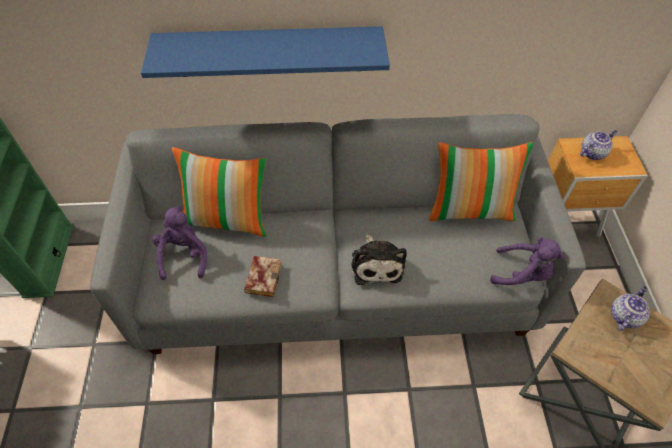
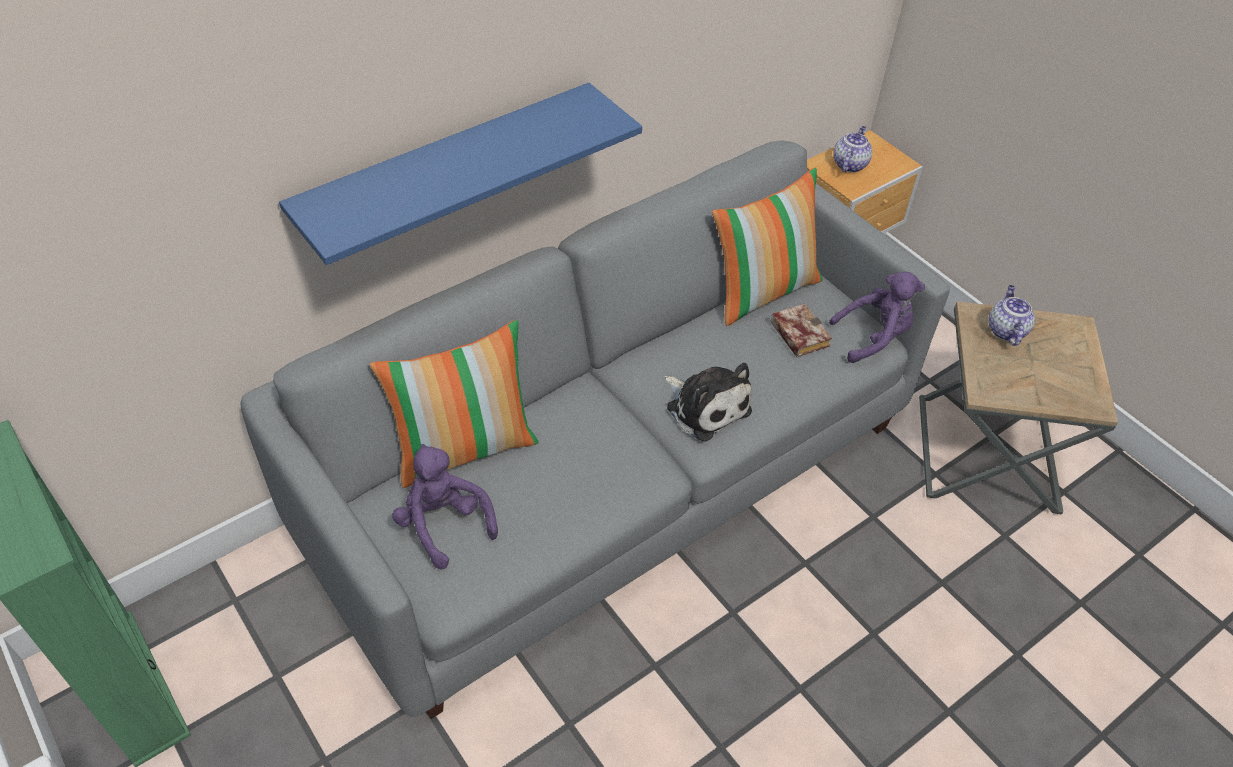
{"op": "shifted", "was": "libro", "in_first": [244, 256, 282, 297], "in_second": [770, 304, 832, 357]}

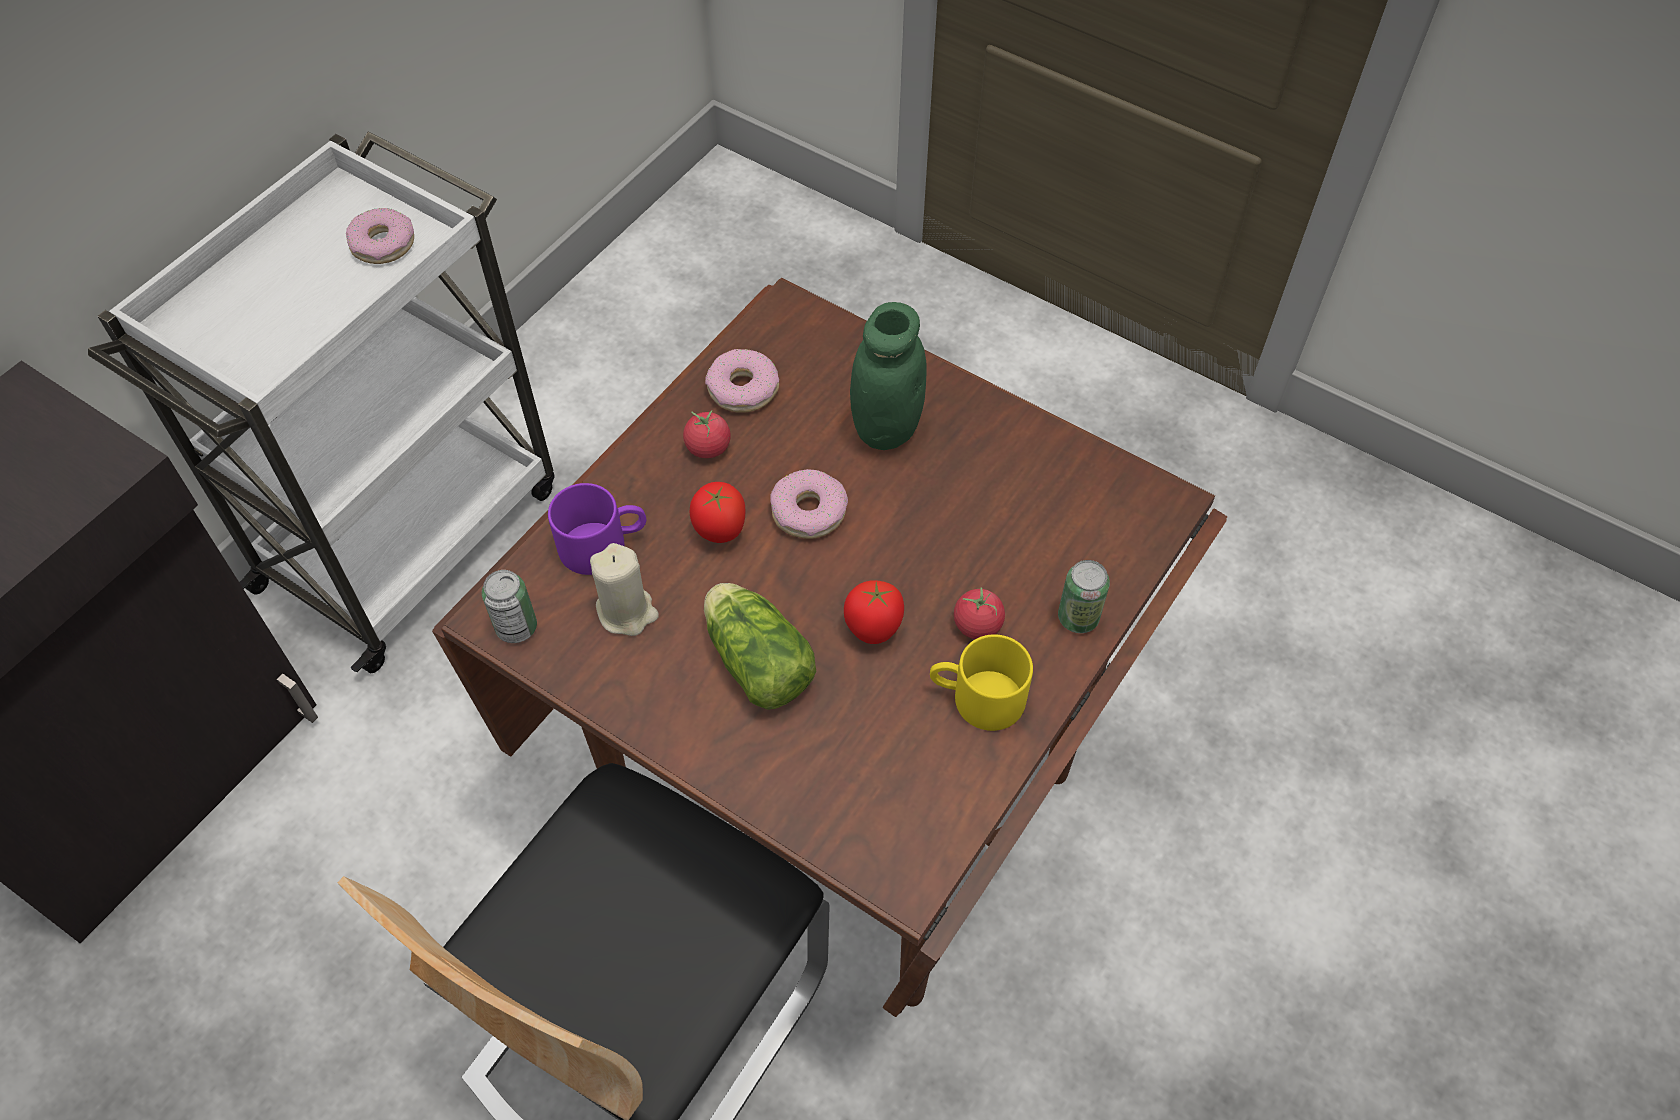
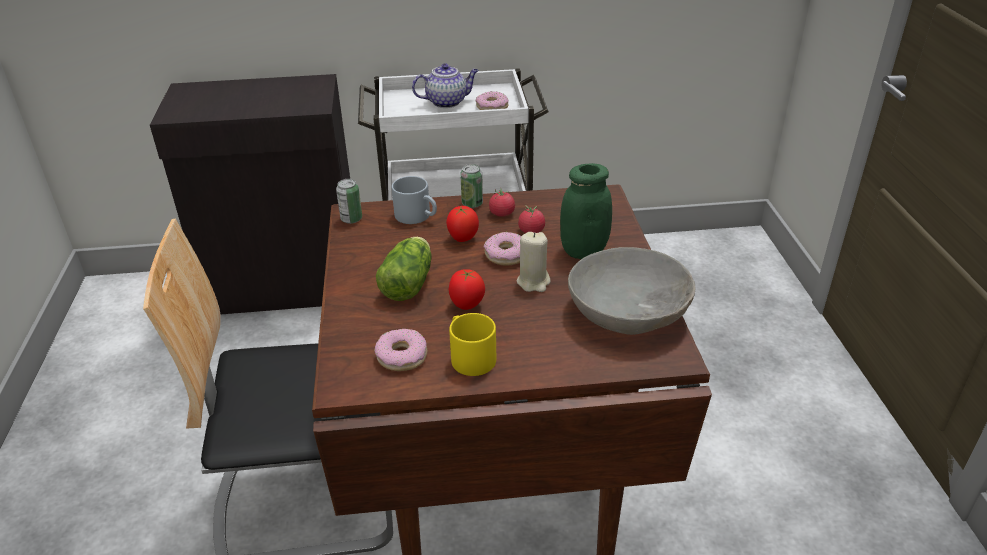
{"op": "shifted", "was": "rosquilla", "in_first": [705, 349, 779, 413], "in_second": [374, 329, 427, 371]}
{"op": "repainted", "was": "taza grande/morado", "now": "taza grande/gris", "in_first": [548, 483, 646, 575], "in_second": [392, 176, 437, 224]}
{"op": "shifted", "was": "vela/beis", "in_first": [590, 543, 659, 636], "in_second": [517, 232, 551, 292]}
{"op": "shifted", "was": "lata", "in_first": [1058, 560, 1110, 633], "in_second": [460, 164, 483, 208]}
{"op": "shifted", "was": "tomate", "in_first": [954, 587, 1005, 639], "in_second": [518, 205, 545, 233]}
{"op": "new", "now": "tetera", "in_second": [412, 63, 479, 108]}
{"op": "new", "now": "cuenco/gris", "in_second": [568, 247, 696, 335]}

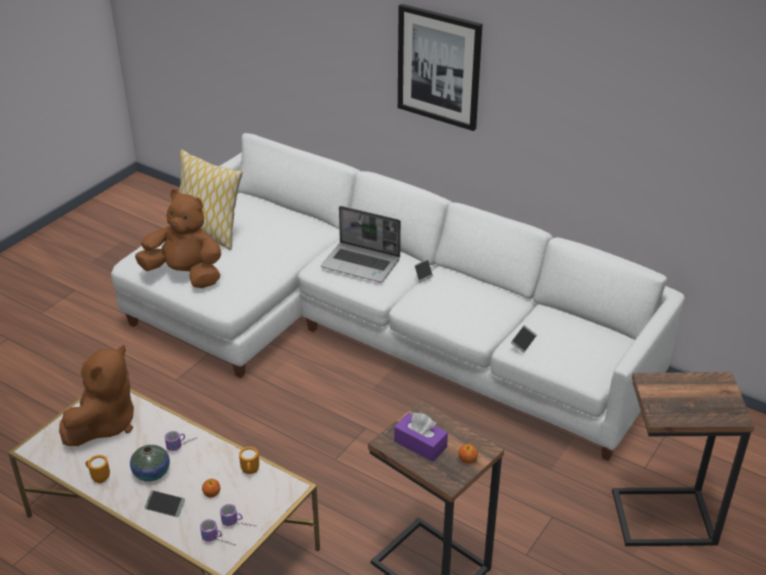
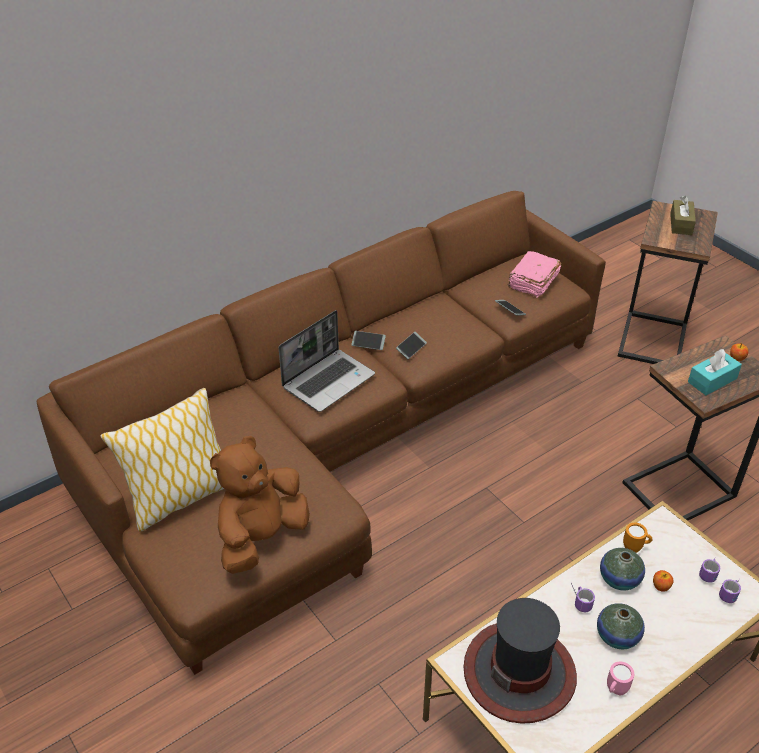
{"op": "gone", "was": "cuadro", "in_first": [398, 4, 482, 131]}
{"op": "repainted", "was": "sofá/blanco", "now": "sofá/marrón", "in_first": [111, 133, 685, 461], "in_second": [37, 191, 606, 675]}
{"op": "swapped", "was": "peluche/marrón", "now": "sombrero", "in_first": [59, 345, 134, 446], "in_second": [463, 598, 577, 724]}
{"op": "repainted", "was": "caja de pañuelos/morado", "now": "caja de pañuelos/turquesa", "in_first": [394, 412, 448, 462], "in_second": [688, 349, 742, 395]}
{"op": "repainted", "was": "taza grande/naranja", "now": "taza grande/rosa", "in_first": [85, 455, 110, 483], "in_second": [607, 662, 634, 695]}
{"op": "shifted", "was": "móvil", "in_first": [144, 490, 185, 517], "in_second": [396, 332, 427, 359]}
{"op": "new", "now": "caja de pañuelos/marrón", "in_second": [670, 196, 696, 235]}
{"op": "new", "now": "libro/rosa", "in_second": [508, 251, 561, 298]}
{"op": "new", "now": "florero", "in_second": [600, 548, 645, 590]}

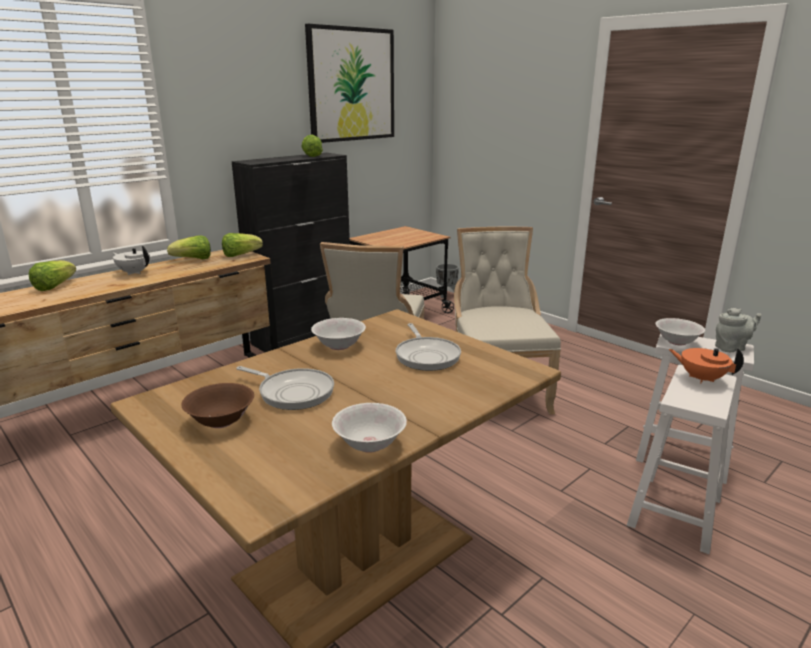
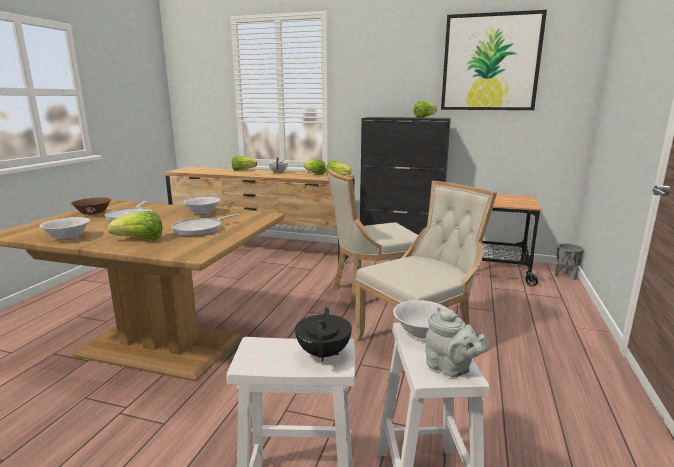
{"op": "repainted", "was": "tetera/naranja", "now": "tetera/negro", "in_first": [669, 348, 744, 383], "in_second": [295, 308, 352, 361]}
{"op": "new", "now": "lechuga", "in_second": [108, 211, 163, 240]}

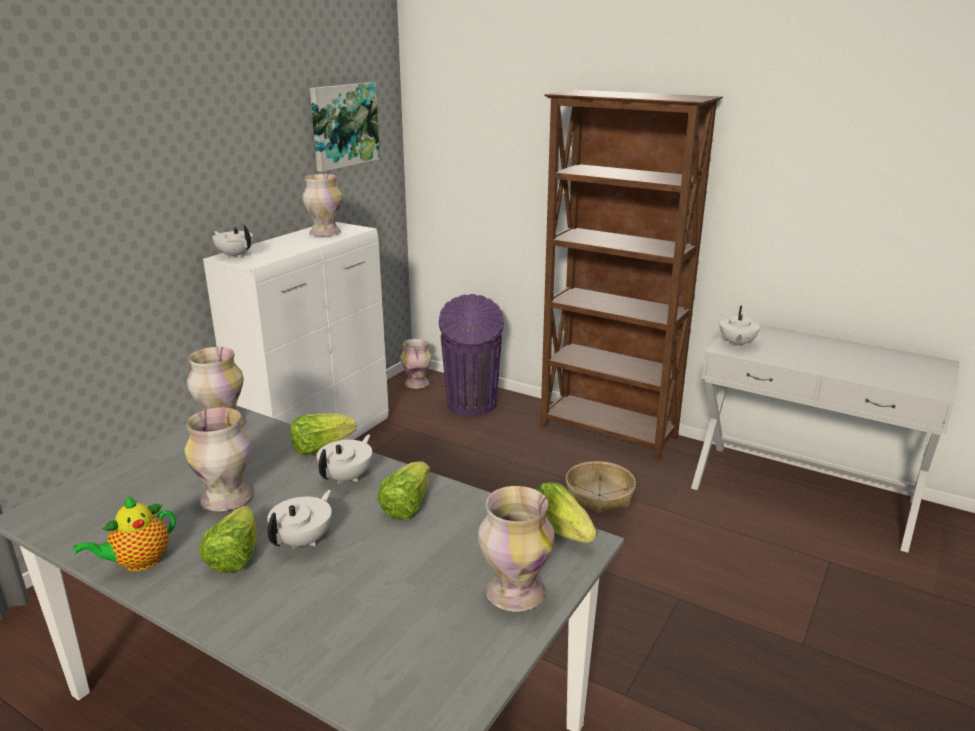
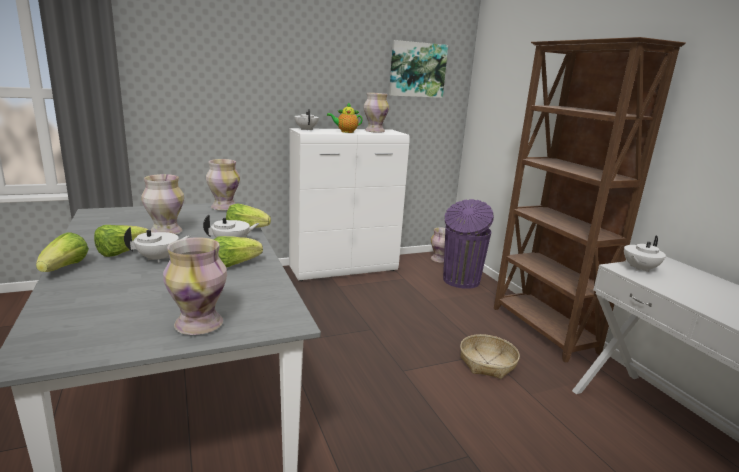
{"op": "shifted", "was": "lechuga", "in_first": [536, 482, 596, 543], "in_second": [36, 232, 89, 272]}
{"op": "shifted", "was": "tetera", "in_first": [73, 496, 176, 572], "in_second": [327, 102, 363, 133]}

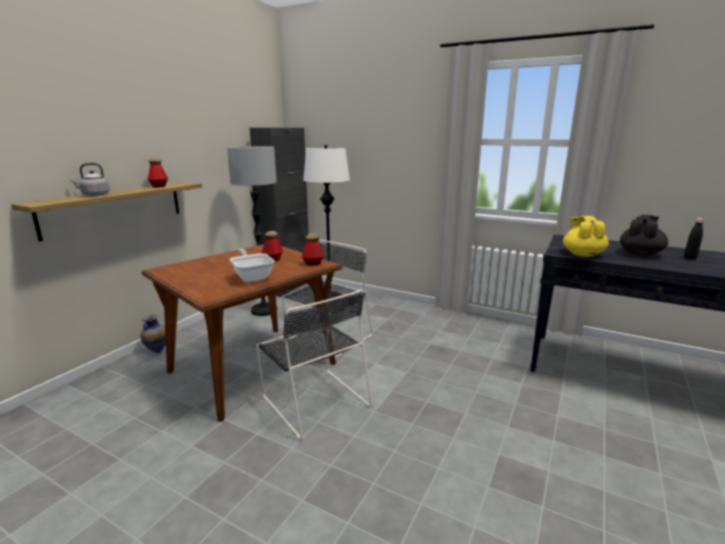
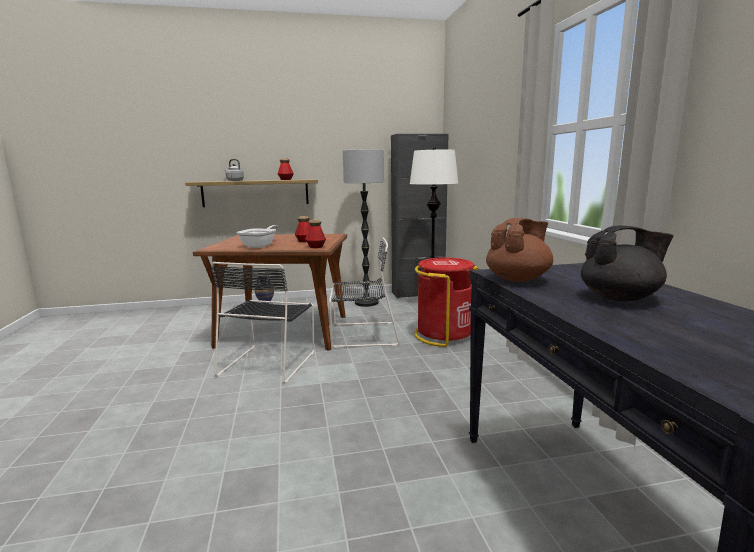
{"op": "repainted", "was": "tetera/amarillo", "now": "tetera/marrón", "in_first": [563, 216, 609, 257], "in_second": [486, 218, 553, 282]}
{"op": "gone", "was": "botella/negro", "in_first": [684, 218, 704, 259]}
{"op": "new", "now": "papelera/rojo", "in_second": [414, 258, 479, 347]}

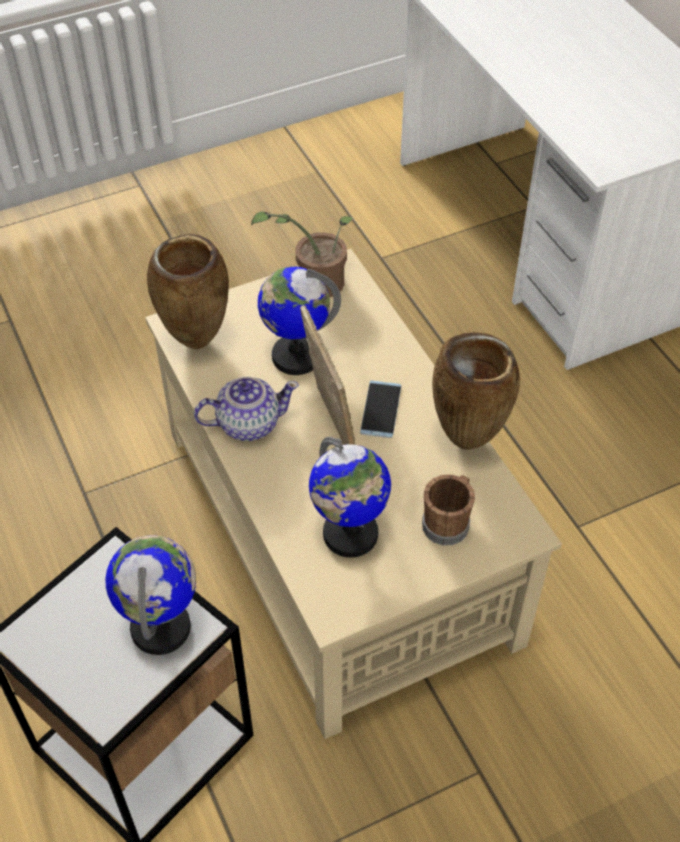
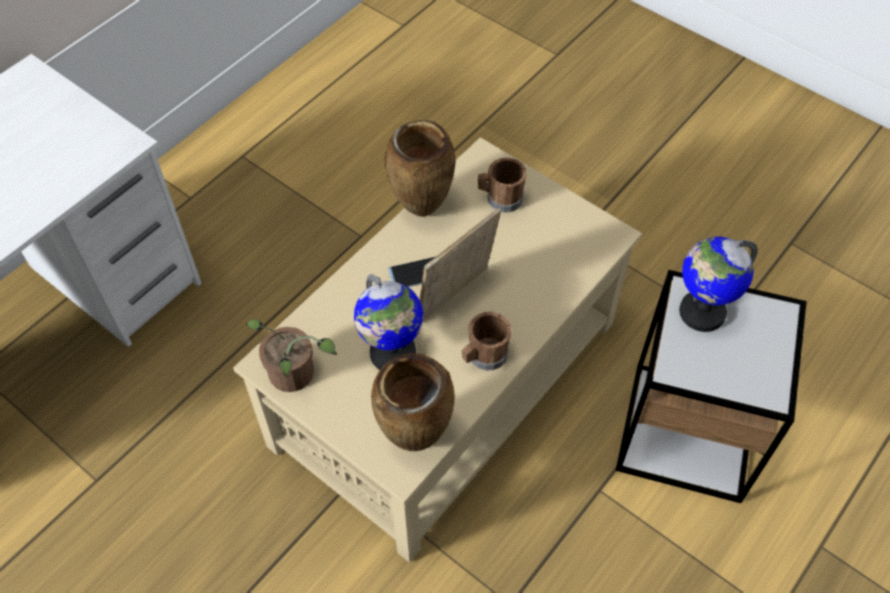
{"op": "swapped", "was": "tetera", "now": "taza grande/marrón", "in_first": [194, 377, 299, 441], "in_second": [462, 312, 512, 371]}
{"op": "gone", "was": "globo terráqueo", "in_first": [309, 437, 391, 558]}

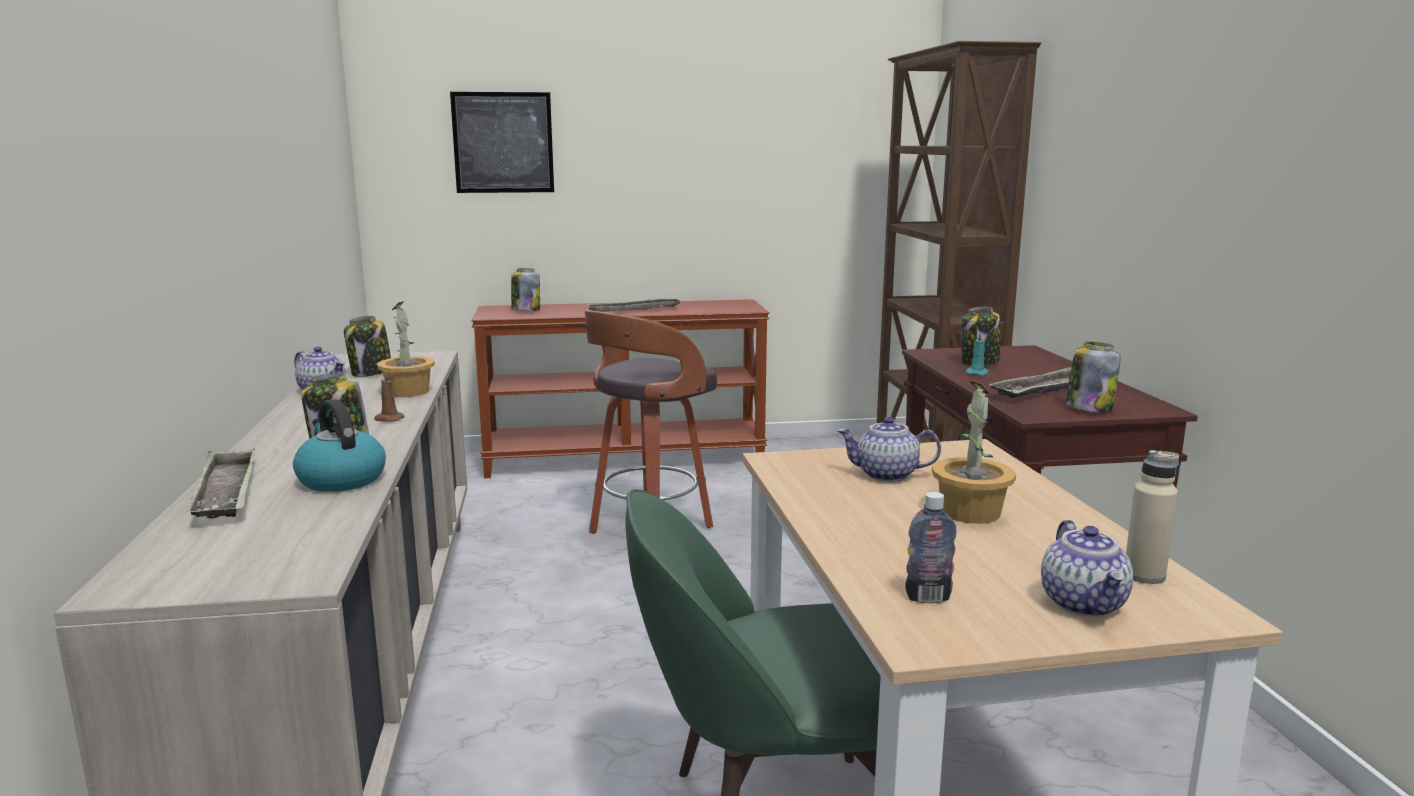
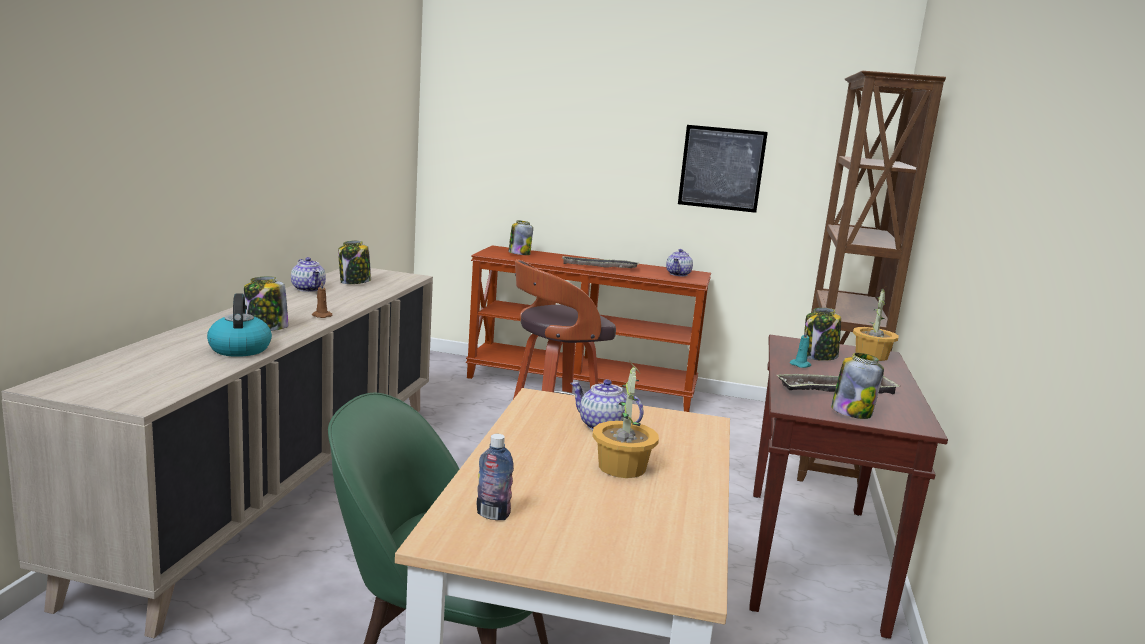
{"op": "shifted", "was": "cuadro", "in_first": [450, 92, 554, 193], "in_second": [678, 125, 768, 213]}
{"op": "shifted", "was": "planta en maceta", "in_first": [377, 301, 435, 397], "in_second": [853, 287, 899, 361]}
{"op": "gone", "was": "bandeja", "in_first": [187, 448, 255, 519]}
{"op": "gone", "was": "botella/beis", "in_first": [1126, 450, 1179, 584]}
{"op": "shifted", "was": "tetera", "in_first": [1041, 520, 1133, 617], "in_second": [666, 249, 693, 276]}

